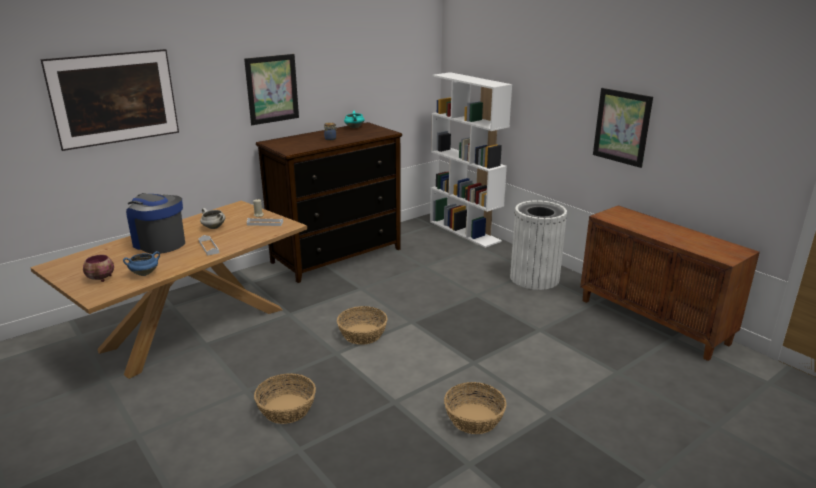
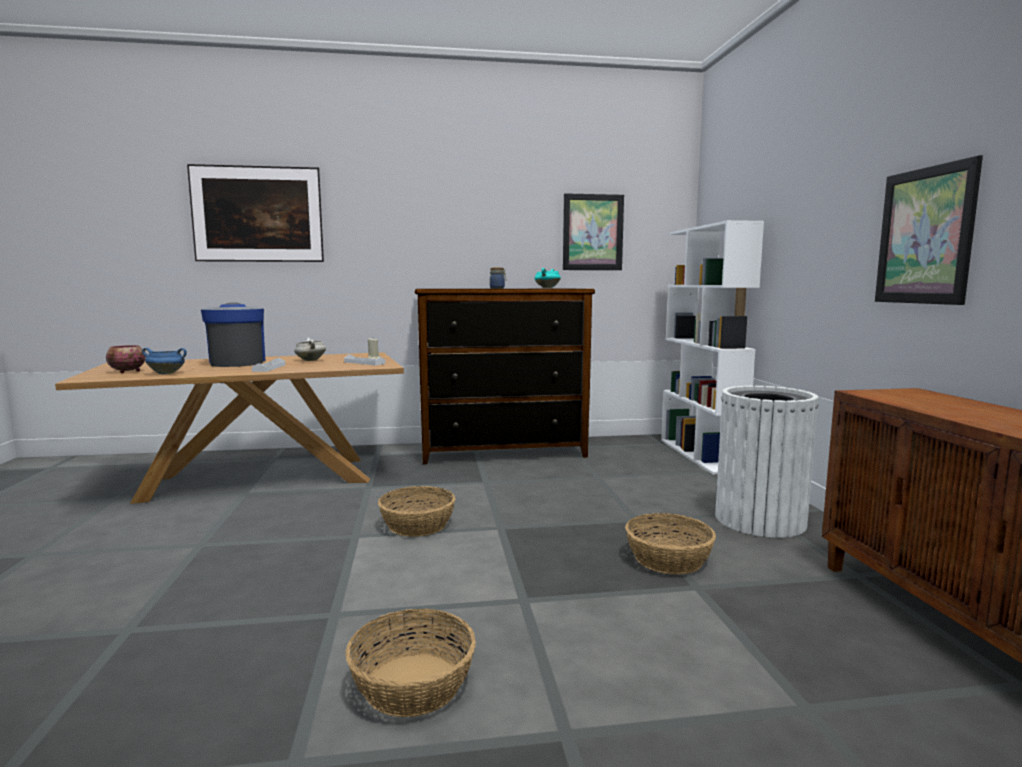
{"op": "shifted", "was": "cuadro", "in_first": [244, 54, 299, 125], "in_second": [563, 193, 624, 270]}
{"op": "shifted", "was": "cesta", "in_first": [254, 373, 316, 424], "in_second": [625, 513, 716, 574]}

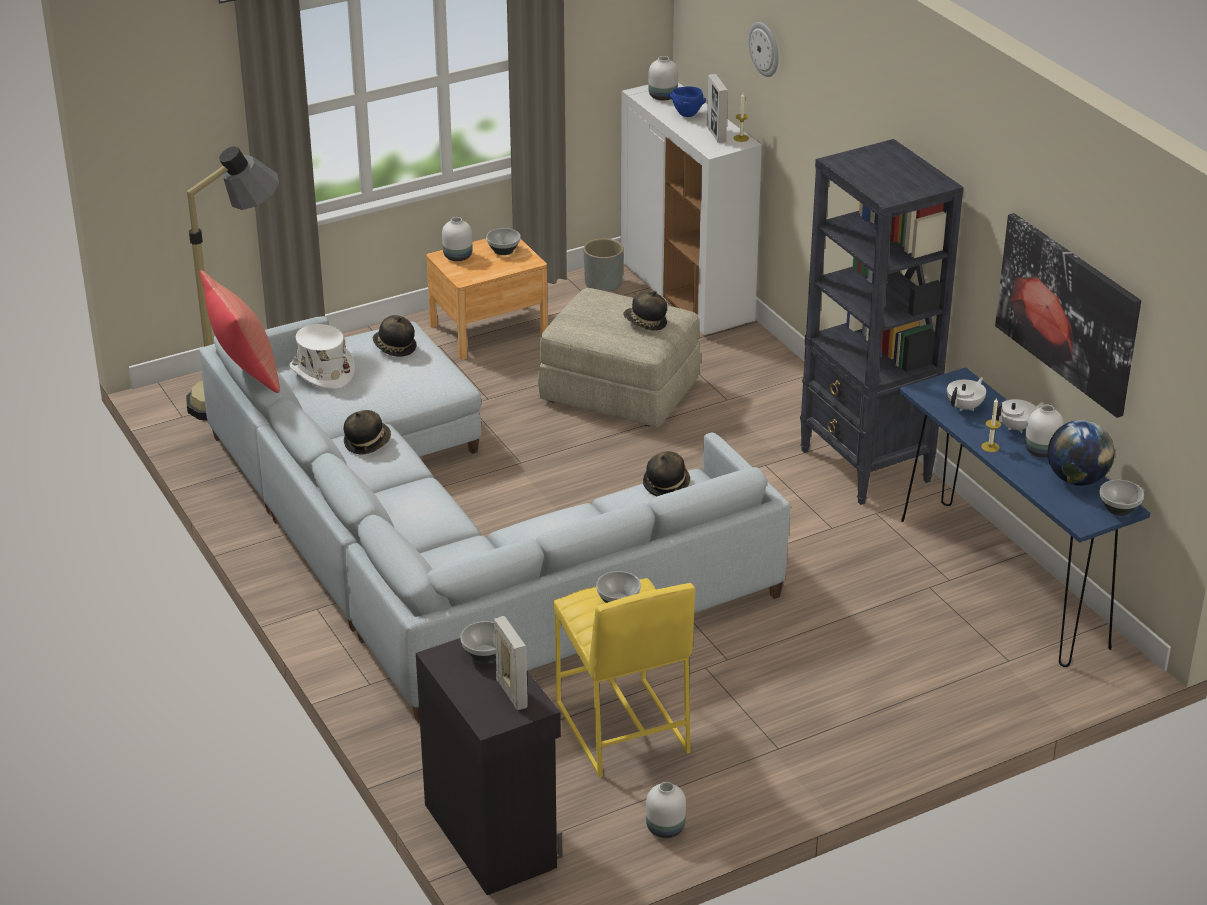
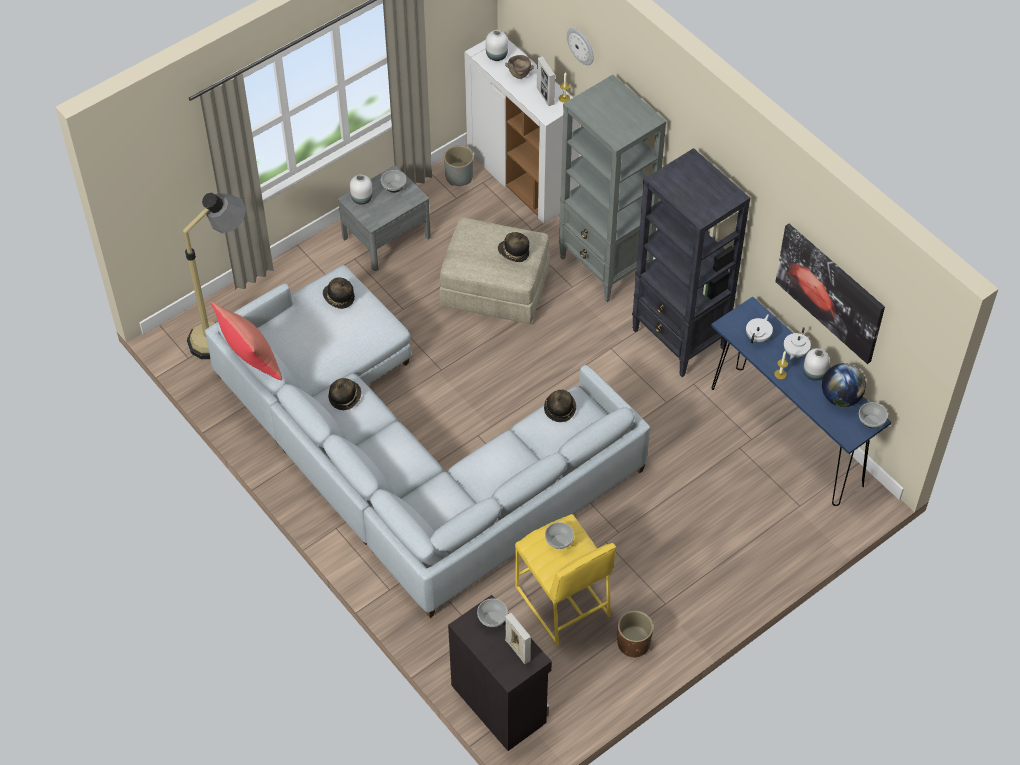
{"op": "repainted", "was": "cuenco/azul", "now": "cuenco/marrón", "in_first": [669, 86, 706, 117], "in_second": [505, 55, 534, 79]}
{"op": "repainted", "was": "mesita de noche/marrón", "now": "mesita de noche/gris", "in_first": [426, 238, 548, 360], "in_second": [338, 165, 431, 271]}
{"op": "gone", "was": "sombrero/blanco", "in_first": [289, 324, 355, 389]}
{"op": "rotated", "was": "tetera/blanco", "in_first": [996, 399, 1044, 433], "in_second": [784, 327, 811, 360], "clockwise": 150}
{"op": "gone", "was": "florero/blanco", "in_first": [646, 782, 686, 838]}
{"op": "new", "now": "estantería/gris", "in_second": [559, 75, 666, 302]}
{"op": "new", "now": "maceta/marrón", "in_second": [617, 611, 653, 658]}

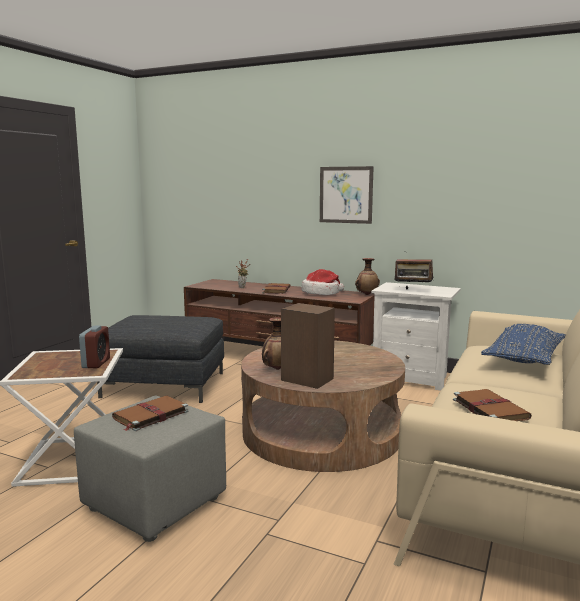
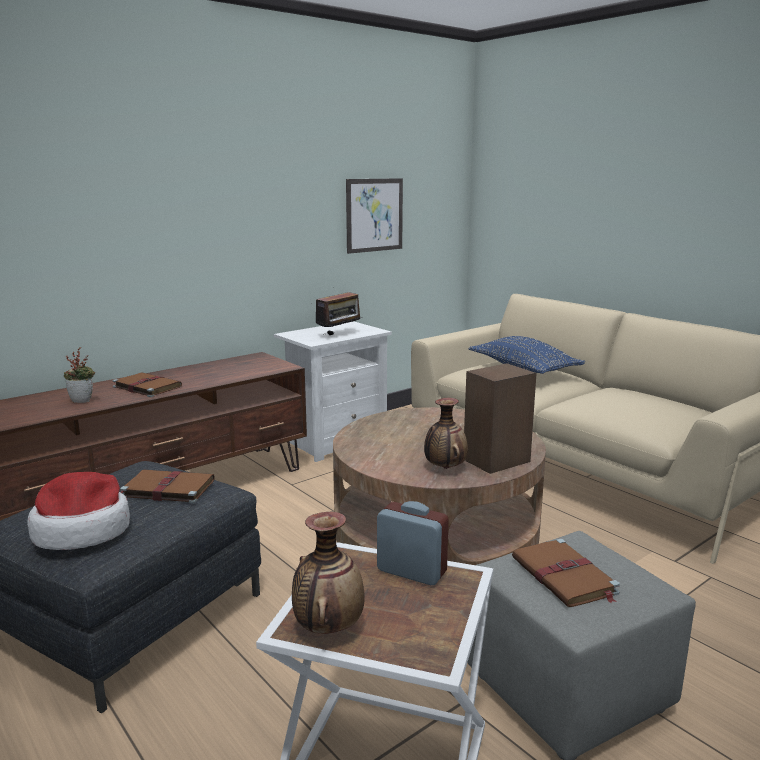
{"op": "shifted", "was": "cuadro", "in_first": [320, 166, 374, 224], "in_second": [346, 178, 403, 254]}
{"op": "shifted", "was": "florero", "in_first": [355, 258, 380, 295], "in_second": [292, 512, 365, 634]}
{"op": "shifted", "was": "sombrero", "in_first": [301, 269, 344, 295], "in_second": [27, 472, 130, 550]}
{"op": "shifted", "was": "libro/marrón", "in_first": [453, 389, 532, 421], "in_second": [120, 470, 215, 503]}

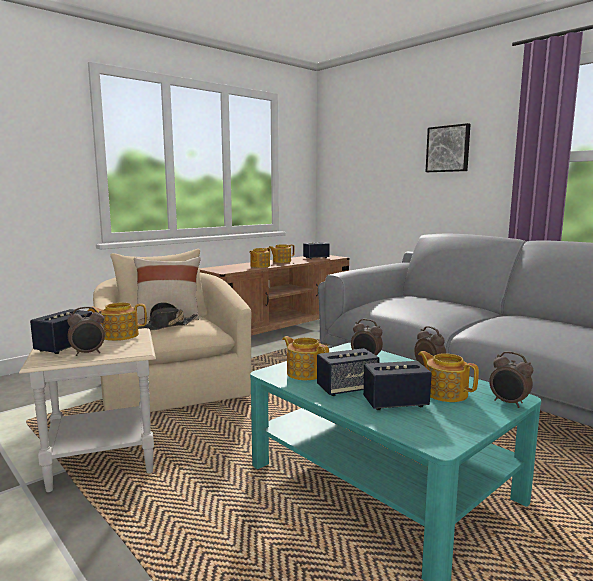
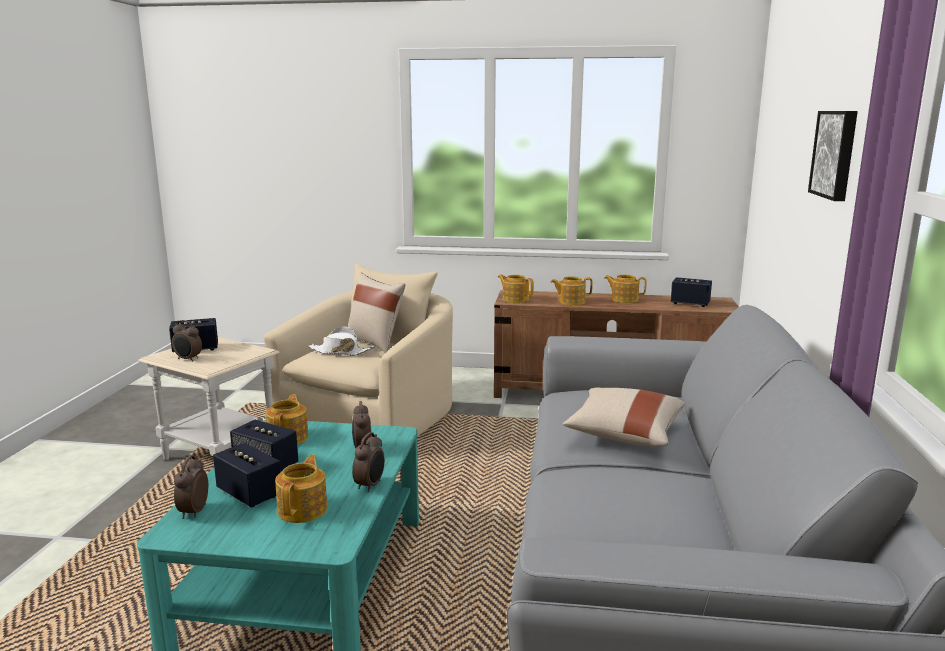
{"op": "repainted", "was": "sombrero/negro", "now": "sombrero/blanco", "in_first": [138, 302, 198, 330], "in_second": [308, 326, 374, 356]}
{"op": "shifted", "was": "tetera", "in_first": [88, 303, 147, 341], "in_second": [498, 274, 534, 303]}
{"op": "shifted", "was": "despertador", "in_first": [489, 351, 533, 408], "in_second": [174, 455, 208, 519]}
{"op": "new", "now": "cojín/beis", "in_second": [563, 387, 685, 447]}

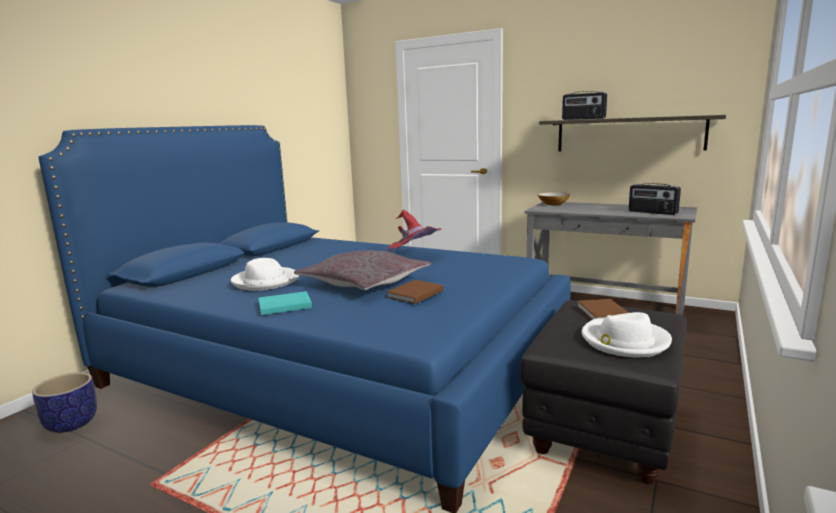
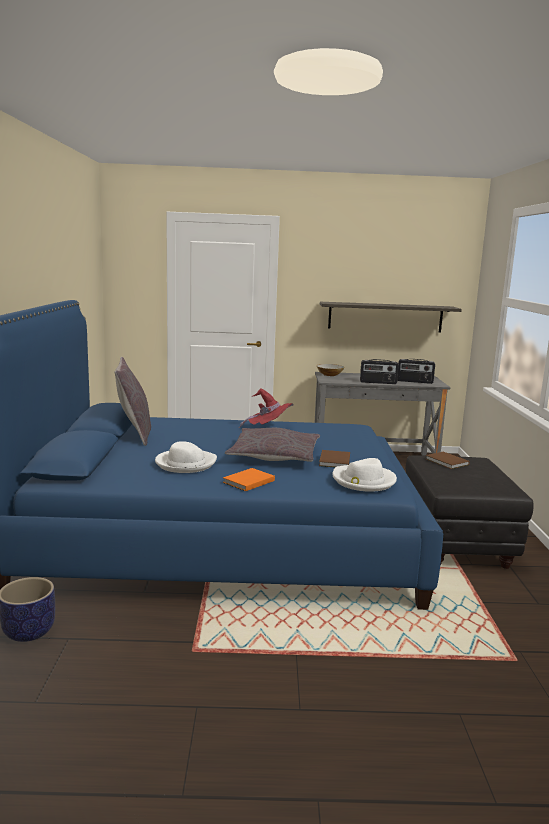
{"op": "shifted", "was": "radio", "in_first": [562, 91, 607, 120], "in_second": [360, 359, 399, 384]}
{"op": "repainted", "was": "libro/turquesa", "now": "libro/naranja", "in_first": [259, 291, 312, 315], "in_second": [223, 468, 275, 491]}
{"op": "shifted", "was": "sombrero/blanco", "in_first": [581, 312, 672, 357], "in_second": [332, 458, 397, 492]}
{"op": "new", "now": "cojín/gris", "in_second": [115, 357, 151, 446]}

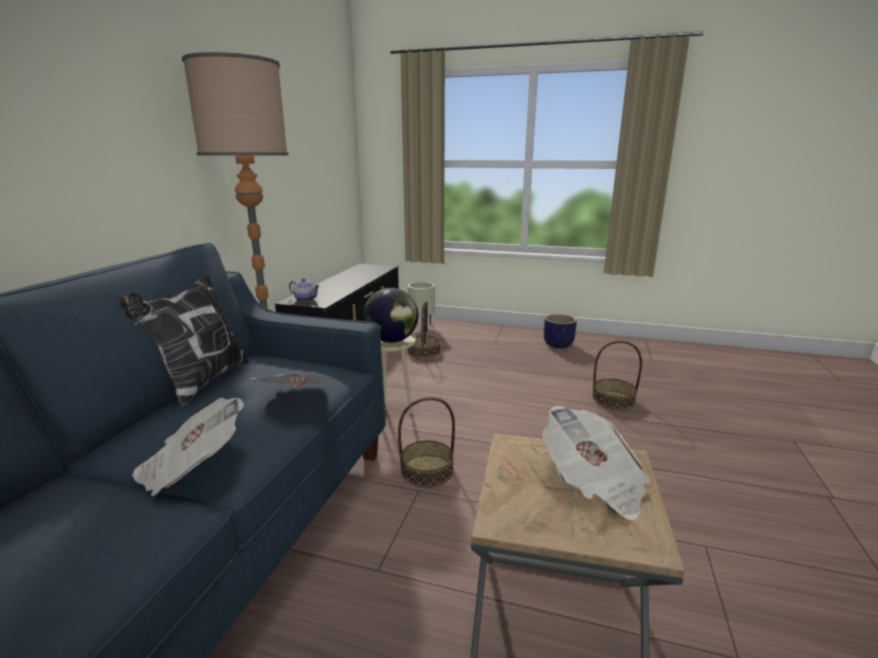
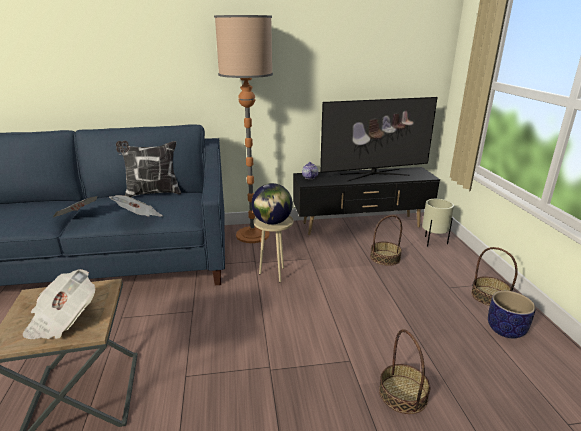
{"op": "shifted", "was": "cesta", "in_first": [398, 397, 455, 487], "in_second": [471, 247, 518, 306]}
{"op": "new", "now": "televisor", "in_second": [320, 97, 438, 181]}

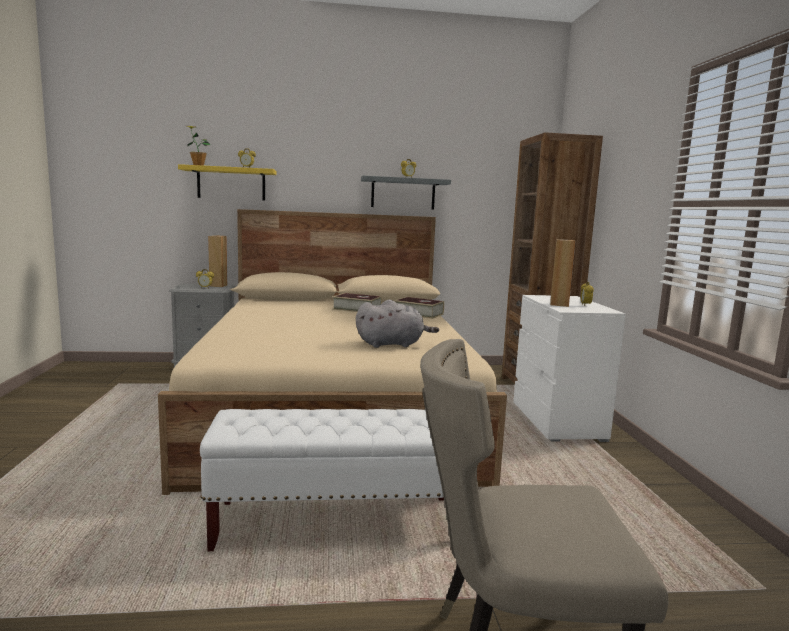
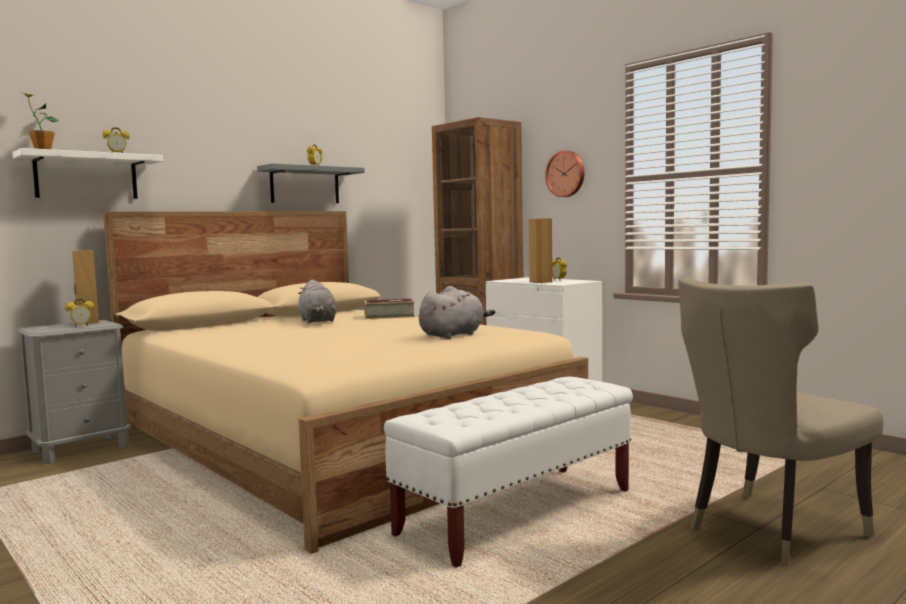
{"op": "repainted", "was": "estante/amarillo", "now": "estante/blanco", "in_first": [178, 164, 276, 200], "in_second": [12, 148, 163, 199]}
{"op": "swapped", "was": "libro", "now": "peluche/gris", "in_first": [332, 293, 382, 312], "in_second": [298, 279, 337, 323]}
{"op": "new", "now": "reloj de pared", "in_second": [545, 151, 585, 197]}

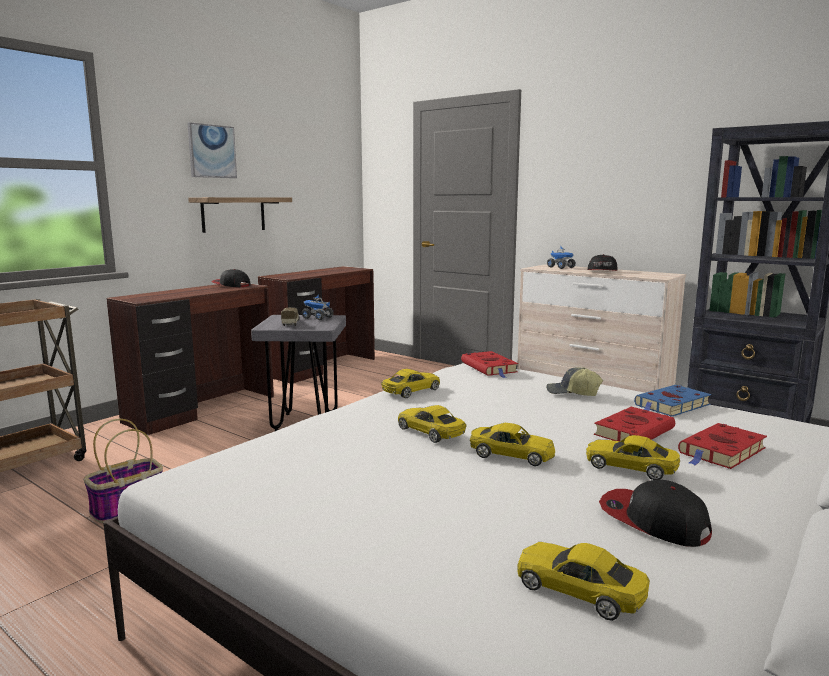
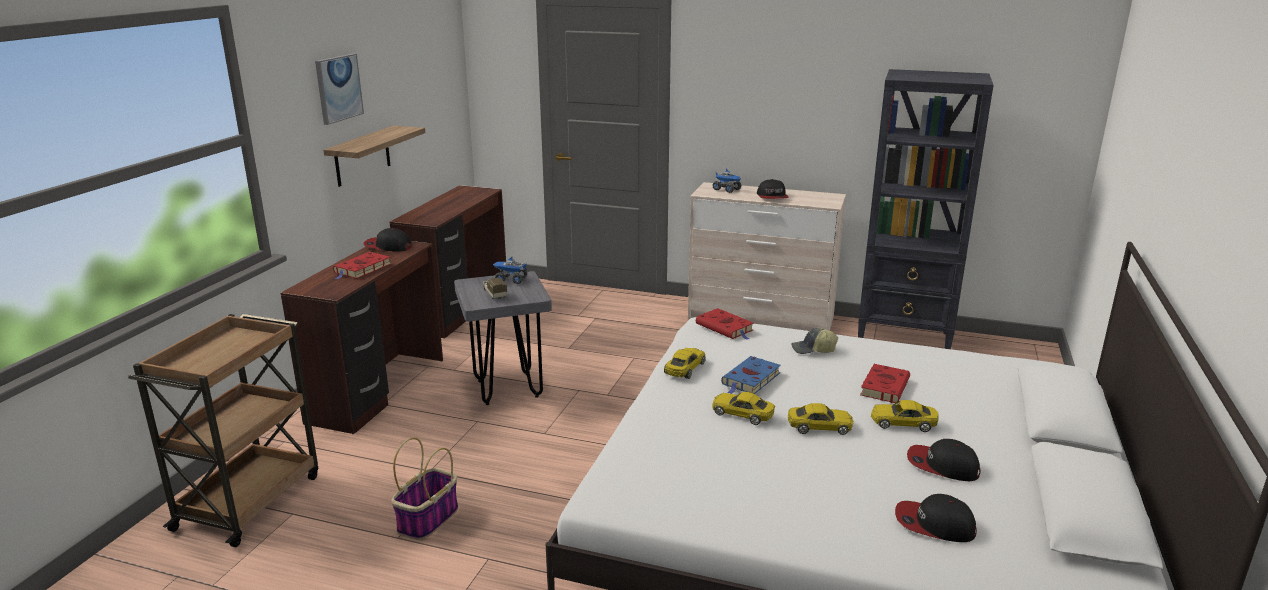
{"op": "shifted", "was": "libro/azul", "in_first": [634, 385, 712, 417], "in_second": [721, 356, 781, 394]}
{"op": "shifted", "was": "libro/rojo", "in_first": [678, 423, 767, 469], "in_second": [333, 252, 391, 279]}
{"op": "swapped", "was": "coche de juguete/amarillo", "now": "gorra", "in_first": [518, 542, 650, 621], "in_second": [895, 494, 977, 542]}

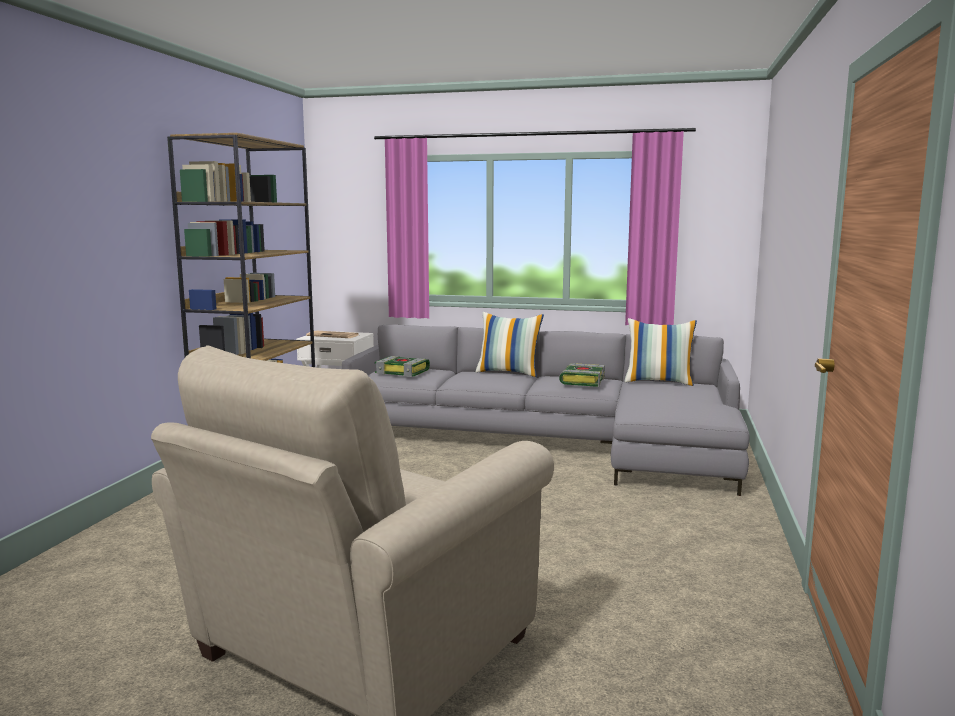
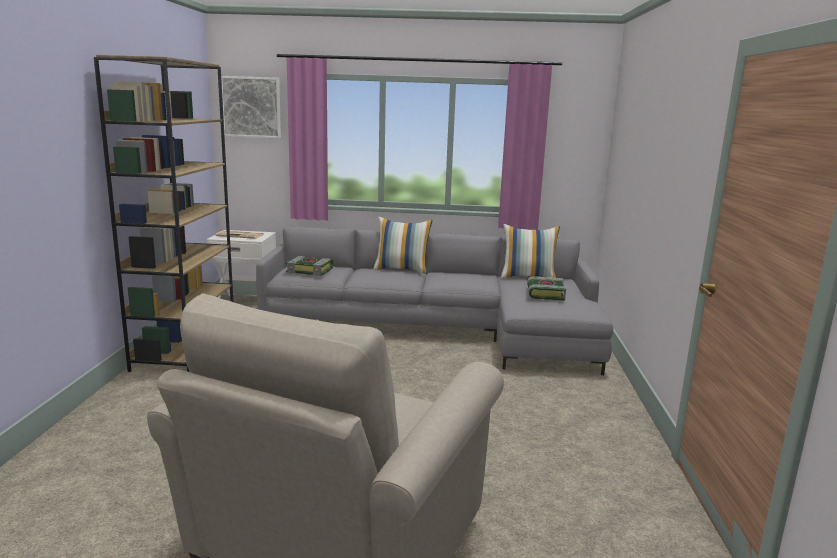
{"op": "shifted", "was": "libro", "in_first": [559, 363, 605, 387], "in_second": [527, 276, 566, 300]}
{"op": "new", "now": "cuadro", "in_second": [221, 76, 281, 139]}

